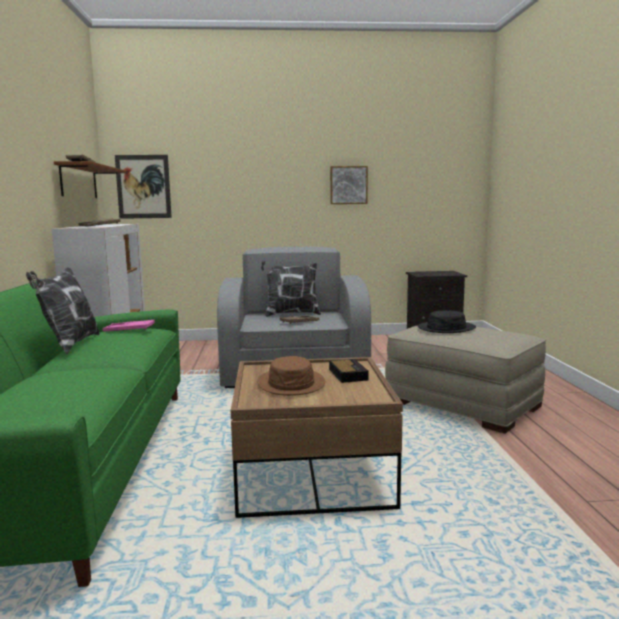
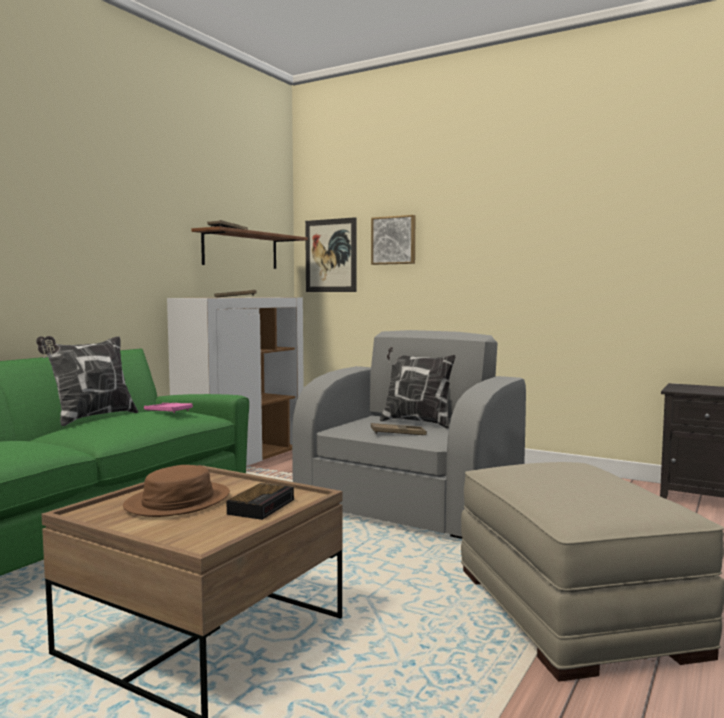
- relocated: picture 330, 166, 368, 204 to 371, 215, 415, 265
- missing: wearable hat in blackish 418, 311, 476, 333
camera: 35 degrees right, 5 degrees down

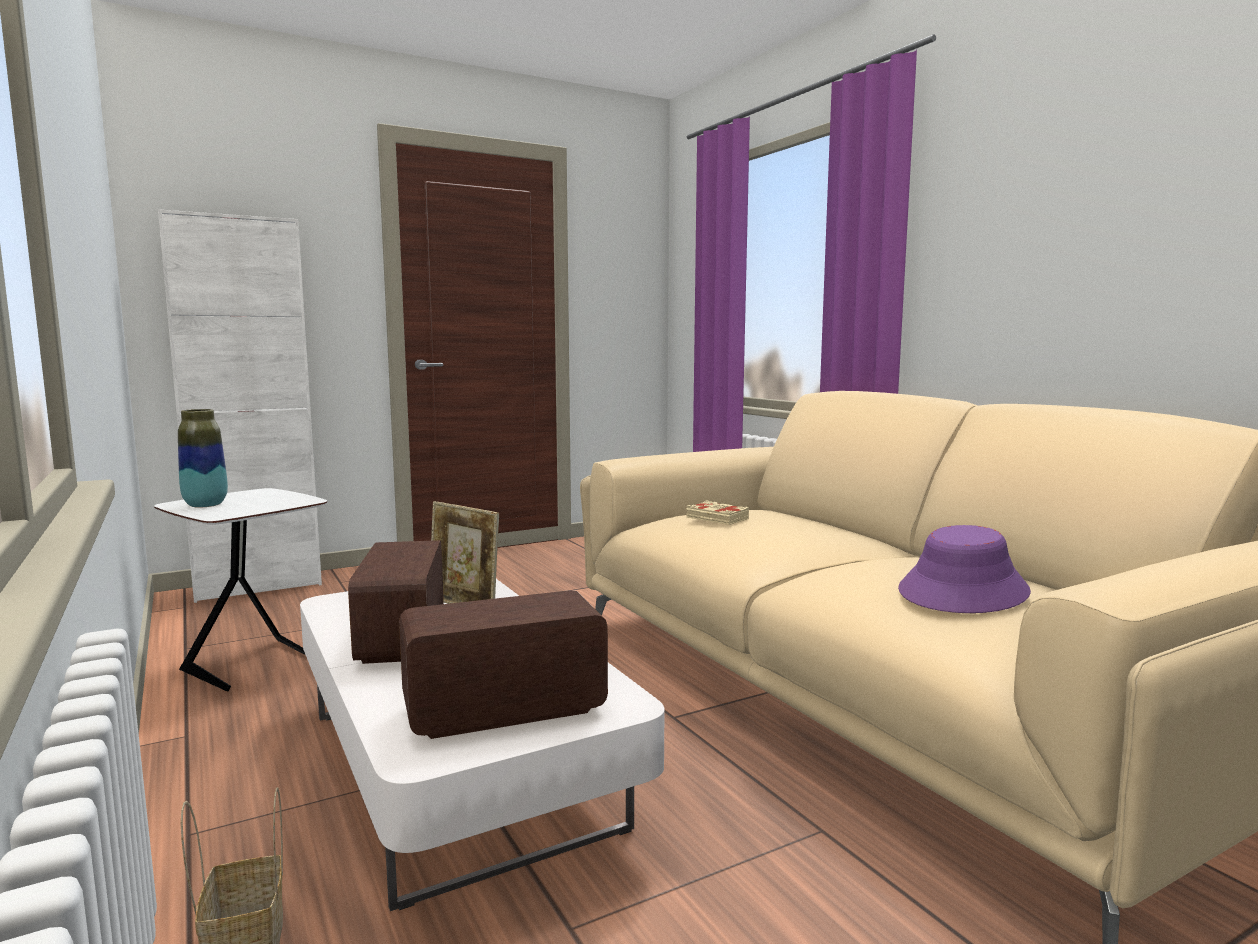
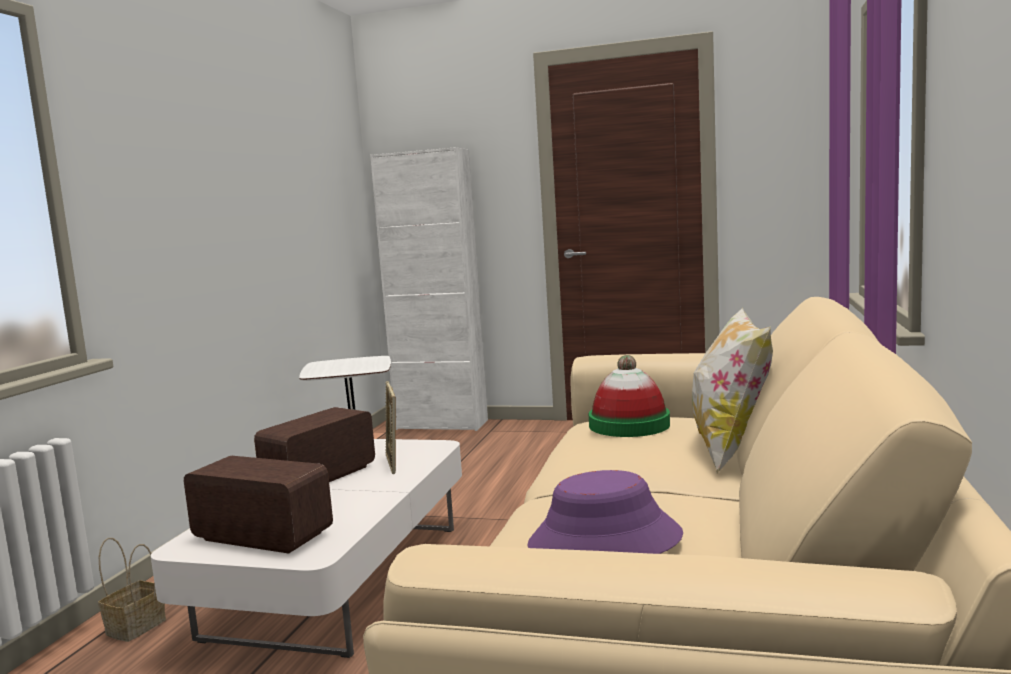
- missing: vase 178, 409, 228, 508
- exchanged: bound book in beige 686, 500, 749, 525 to wearable hat 589, 355, 670, 437
- appeared: pillow 692, 307, 773, 473
camera: 45 degrees right, 0 degrees up

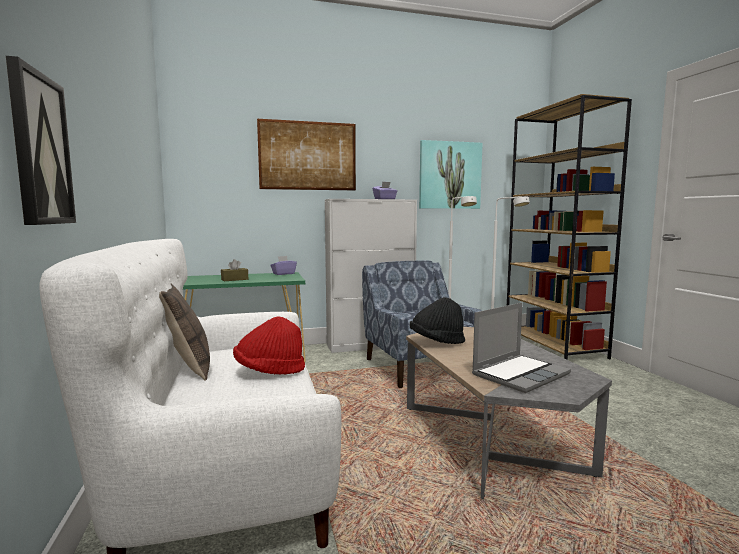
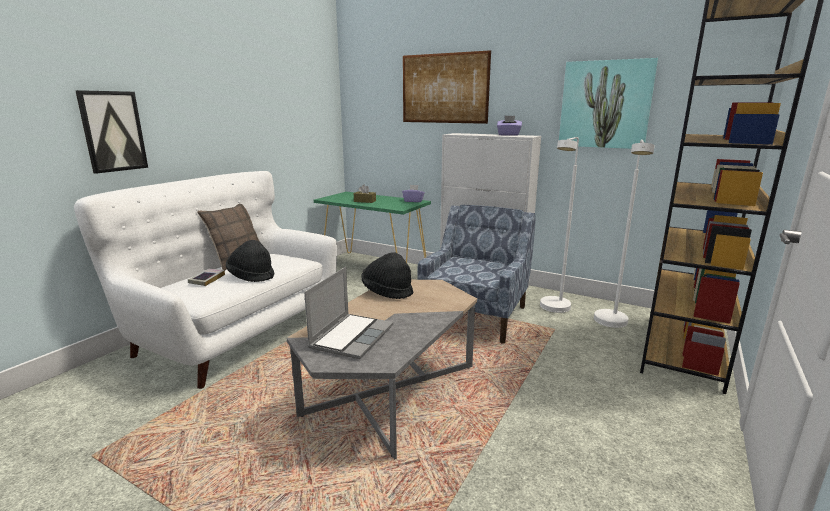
- colour: wearable hat in red 233, 316, 305, 375 to wearable hat in blackish 226, 240, 274, 282
- spun: portable computer 472, 302, 571, 393 = 304, 267, 393, 359 75 degrees counterclockwise
- appeared: bound book 188, 269, 225, 286
camera: 45 degrees right, 10 degrees up

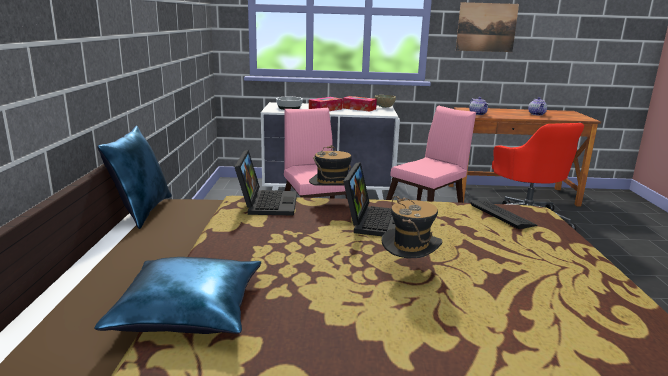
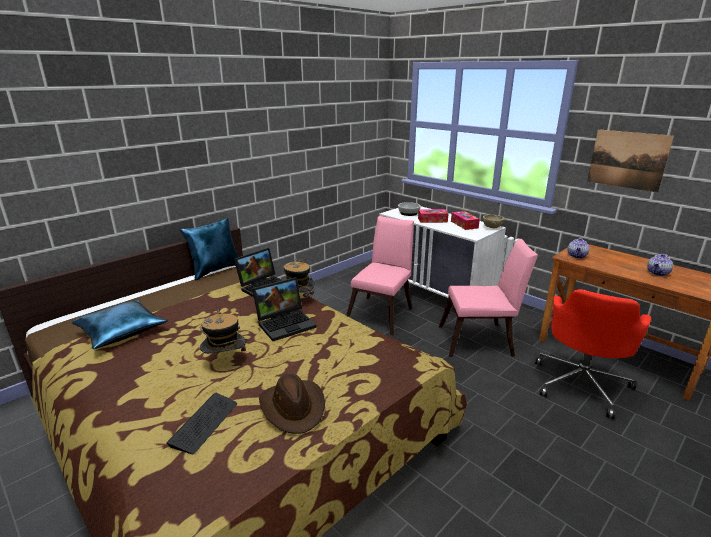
- relocated: keyboard 470, 200, 538, 229 to 166, 393, 237, 454
- appeared: wearable hat in brownish 259, 374, 325, 434
camera: 45 degrees right, 5 degrees up

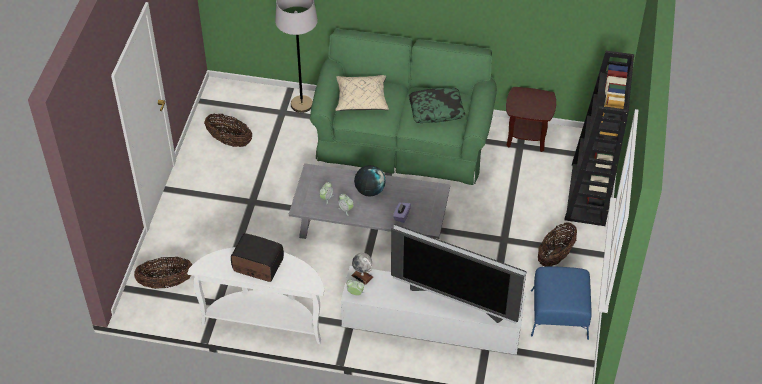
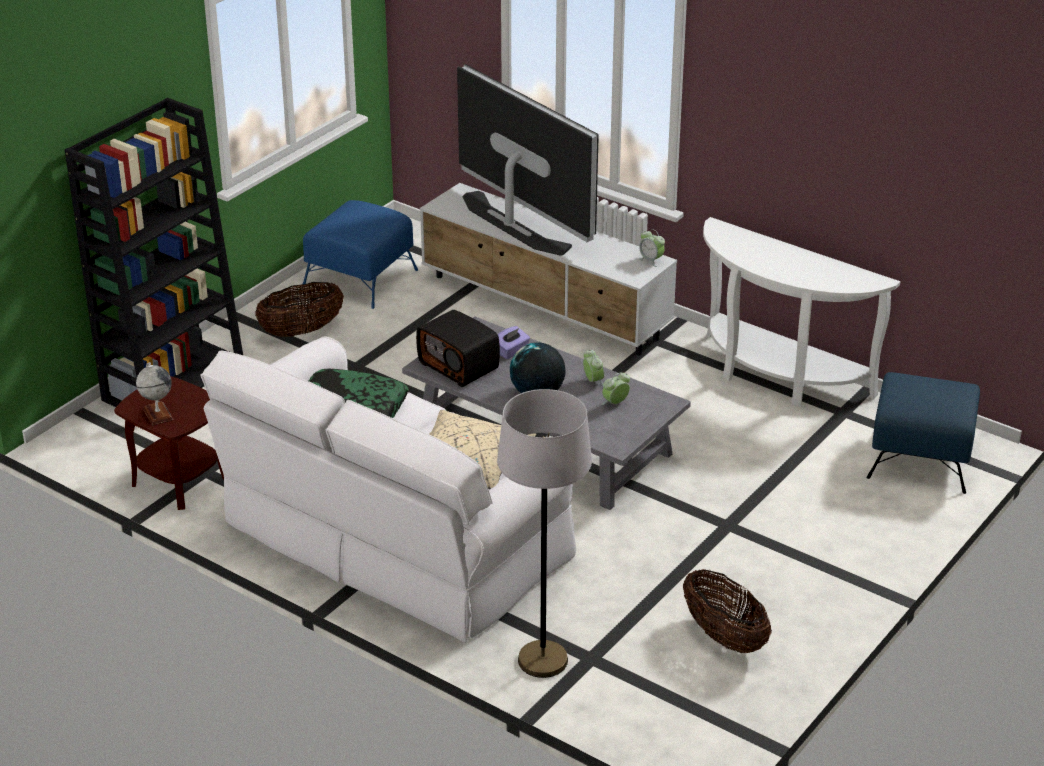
- exchanged: basket 134, 257, 192, 289 to footrest in blue-coloured 866, 372, 980, 494
- relocated: radio 231, 233, 284, 282 to 416, 310, 500, 387
- colour: settee in green-coloured 310, 28, 497, 185 to settee in whitish 201, 337, 576, 643
- relocated: world globe 351, 253, 373, 285 to 136, 362, 173, 426
camera: 155 degrees left, 15 degrees down

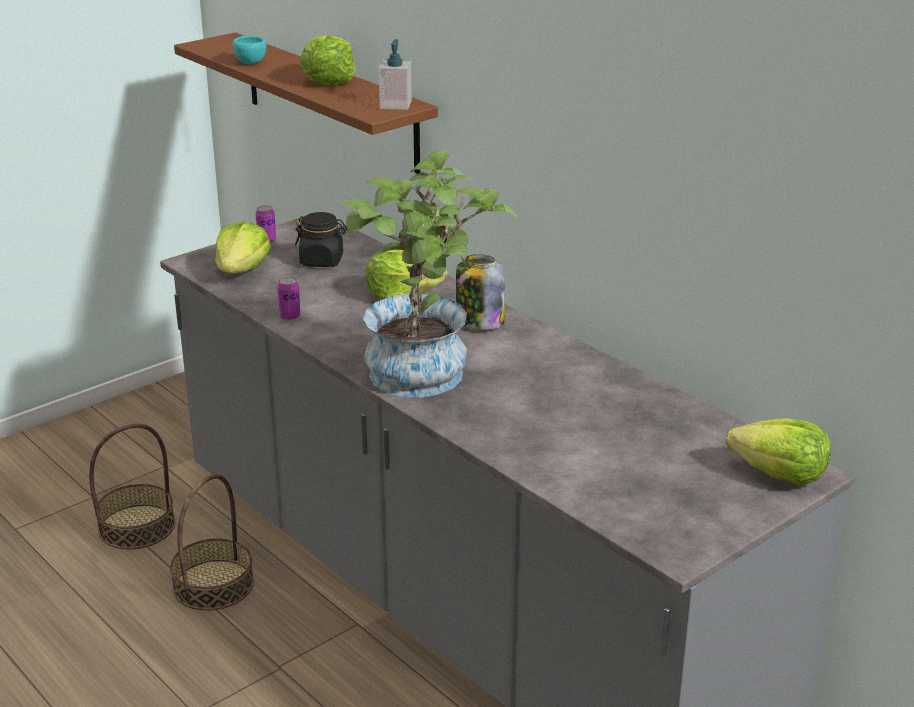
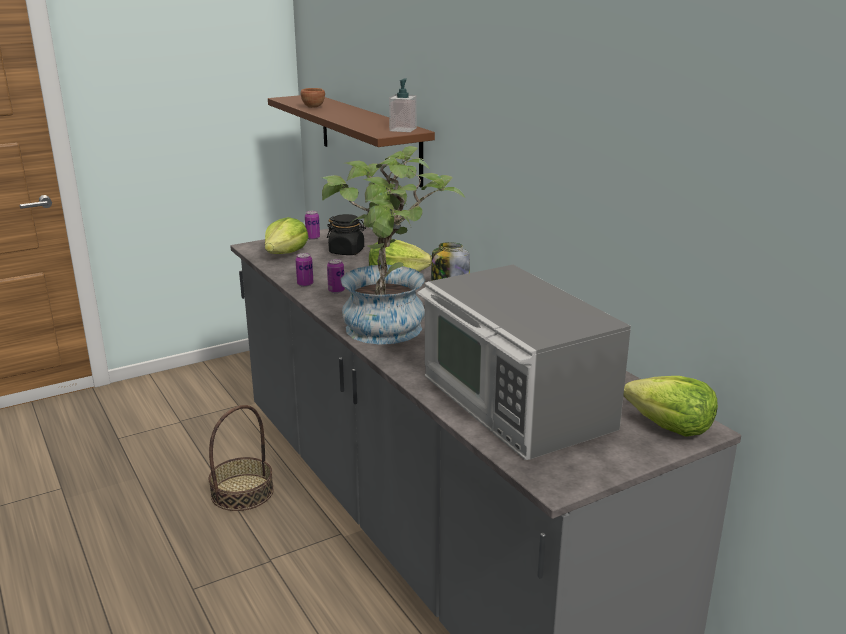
- missing: basket 89, 424, 175, 550
- colour: small cup in blue-green 232, 36, 267, 64 to small cup in brownish 300, 88, 325, 108
- missing: head of lettuce 300, 35, 355, 85
- appeared: can 327, 259, 345, 293
- appeared: microwave oven 417, 265, 631, 460
camera: 10 degrees right, 5 degrees down

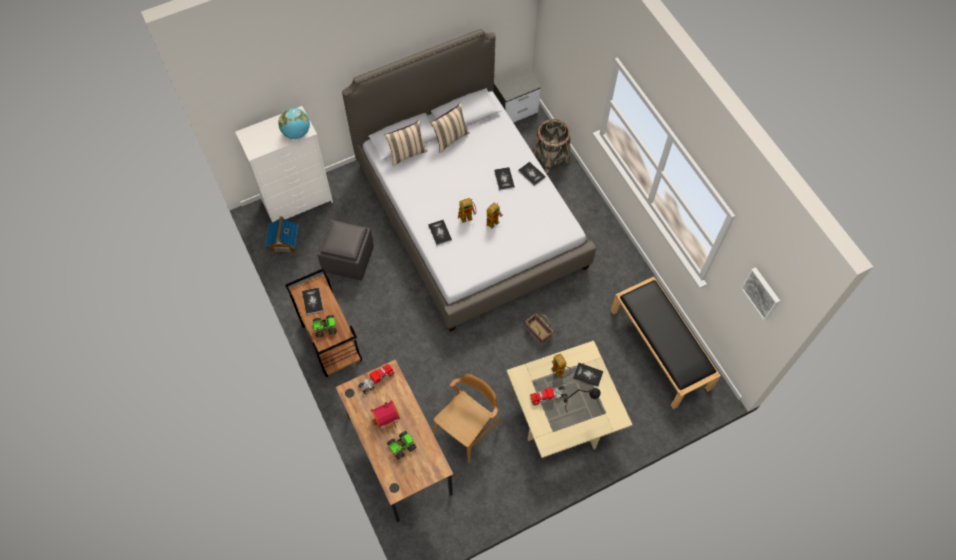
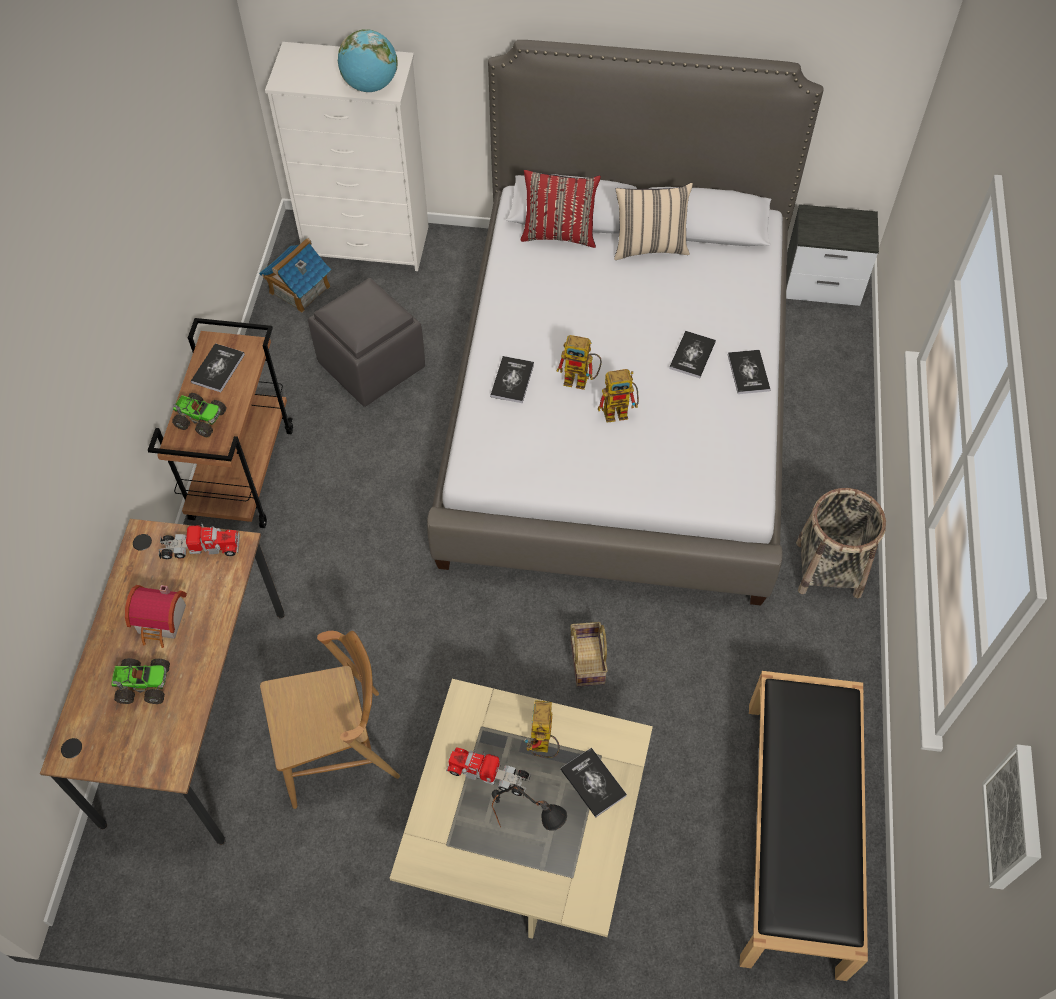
- colour: pillow in beige 385, 120, 428, 166 to pillow in red 520, 170, 601, 248
- relocated: basket 533, 119, 570, 173 to 796, 488, 886, 598
camera: 35 degrees right, 5 degrees down

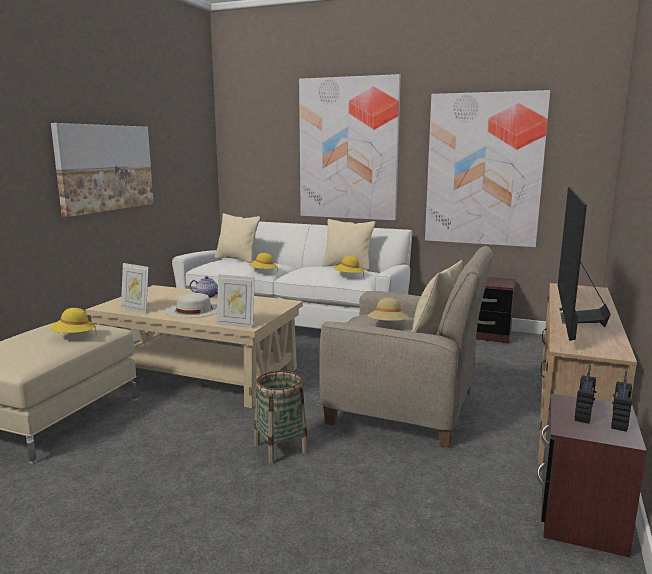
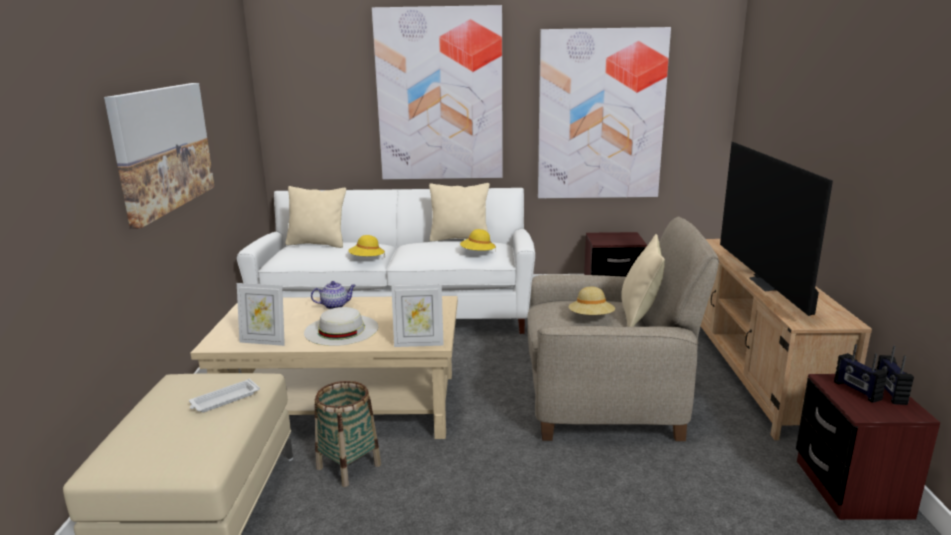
- exchanged: wearable hat in yellow-coloured 50, 308, 97, 335 to serving tray in whitish 189, 379, 260, 412
- relocated: basket 254, 370, 308, 464 to 315, 381, 381, 487
- spun: radio 575, 365, 596, 424 = 834, 344, 888, 403 150 degrees clockwise
camera: 20 degrees left, 5 degrees up

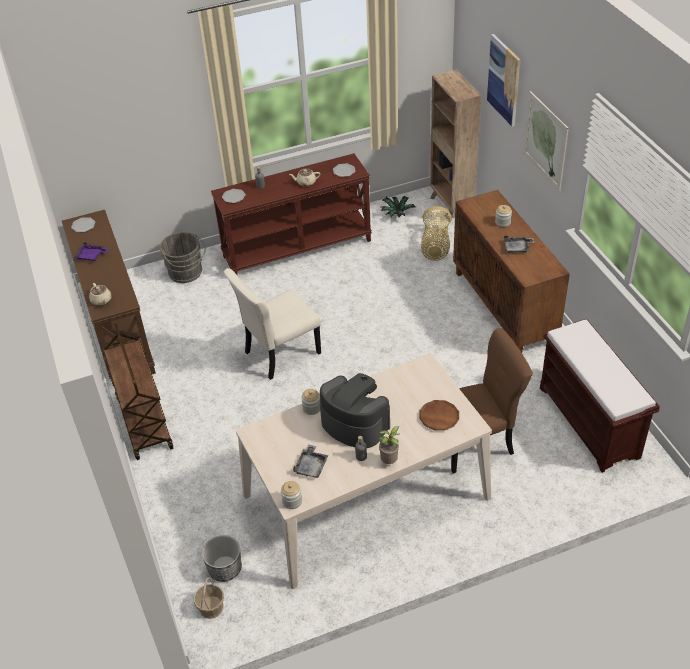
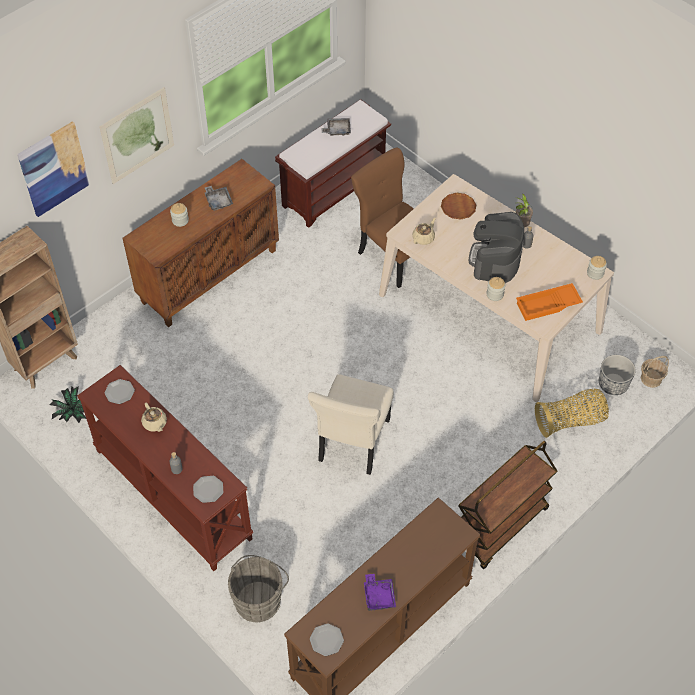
- relocated: tea pot in beige 89, 283, 112, 305 to 412, 218, 436, 245
- spun: chair in beige 224, 268, 321, 380 = 308, 374, 394, 475 75 degrees clockwise
- relocated: serving tray in gray 293, 444, 328, 478 to 322, 118, 351, 136
- relocated: basket 421, 206, 452, 261 to 535, 389, 609, 438
- appeared: serving tray in orange 516, 283, 583, 321
camera: 115 degrees left, 10 degrees up

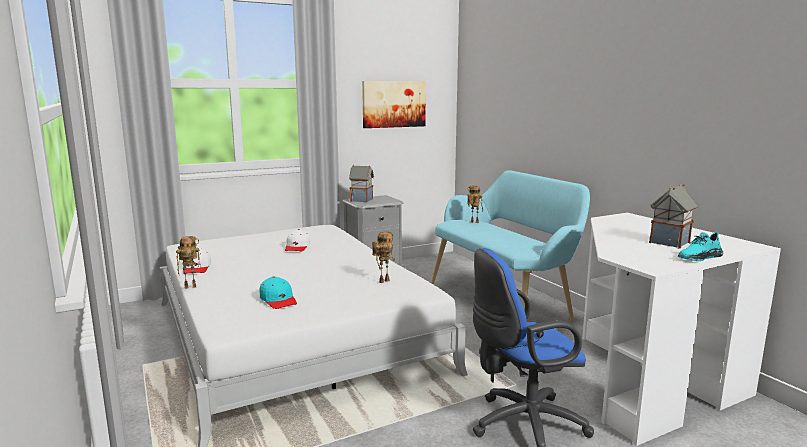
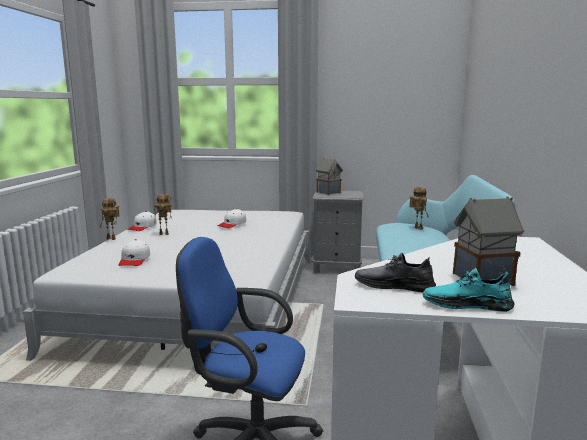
- colour: peaked cap in blue-green 260, 276, 297, 309 to peaked cap in whitish 119, 239, 150, 266
- missing: picture 362, 81, 426, 128
- relocated: model robot 372, 232, 395, 283 to 154, 194, 172, 235
- appeared: low shoe in gray 355, 253, 436, 292
camera: 35 degrees right, 0 degrees up

